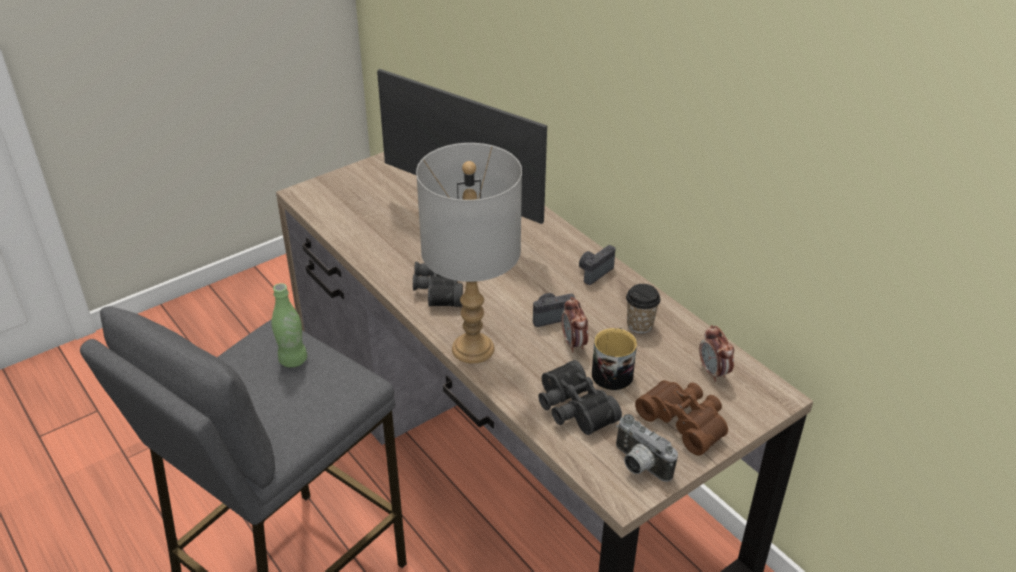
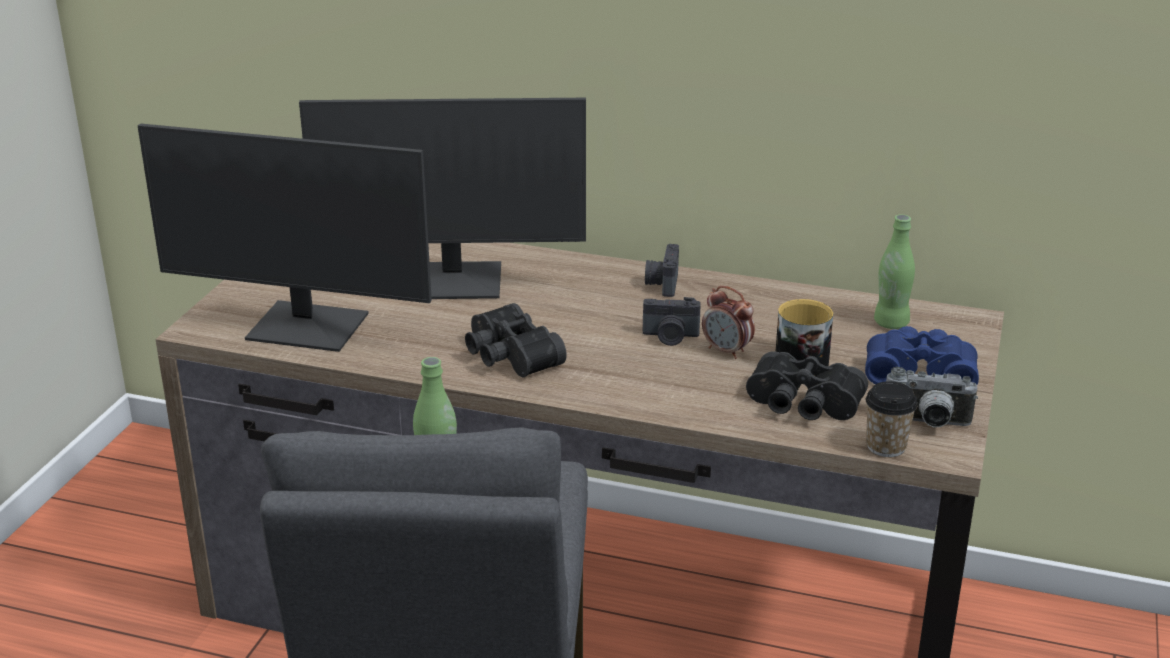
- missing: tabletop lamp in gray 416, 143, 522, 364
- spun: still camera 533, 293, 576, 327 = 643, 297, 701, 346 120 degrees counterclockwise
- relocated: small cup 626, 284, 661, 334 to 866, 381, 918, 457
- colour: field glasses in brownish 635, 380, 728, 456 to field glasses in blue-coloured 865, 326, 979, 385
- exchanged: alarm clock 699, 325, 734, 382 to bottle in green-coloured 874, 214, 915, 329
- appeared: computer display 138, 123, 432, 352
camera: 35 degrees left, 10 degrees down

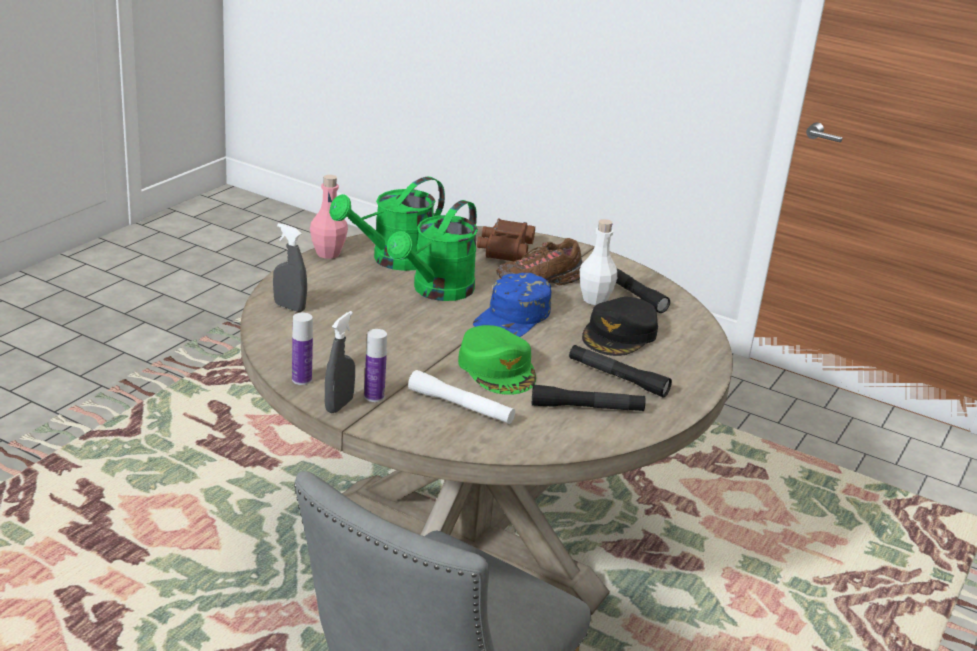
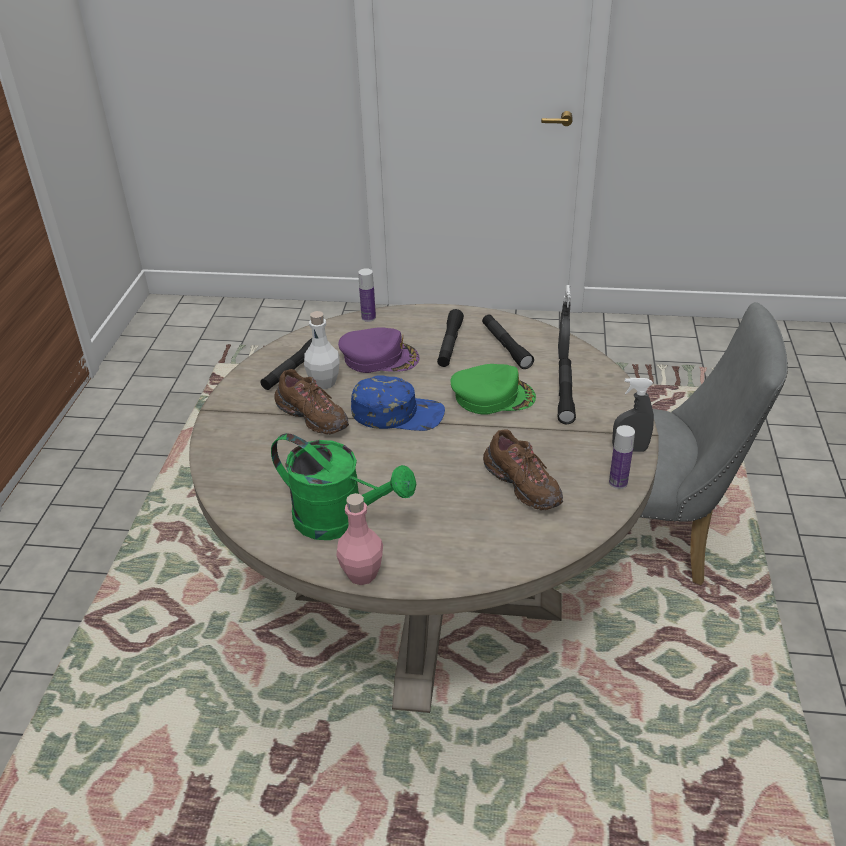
- relocated: sprayer in gray 273, 223, 307, 312 to 558, 285, 571, 359
- relocated: bottle 364, 329, 387, 402 to 358, 268, 376, 322
- missing: sprinkling can in green-coloured 387, 200, 478, 301
- colour: flashlight in whitish 408, 370, 515, 424 to flashlight in blackish 558, 358, 576, 424
- spun: peaked cap in green-coloured 458, 325, 536, 395 = 451, 364, 536, 415 45 degrees clockwise
- missing: field glasses in brownish 477, 218, 535, 261
- colour: peaked cap in blackish 582, 297, 658, 356 to peaked cap in purplish 338, 327, 419, 373
- appeared: low shoe in brownish 483, 429, 563, 510
camera: 110 degrees left, 10 degrees up

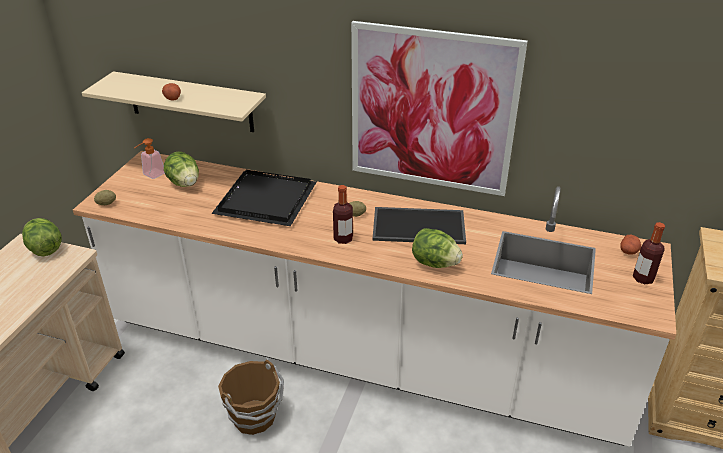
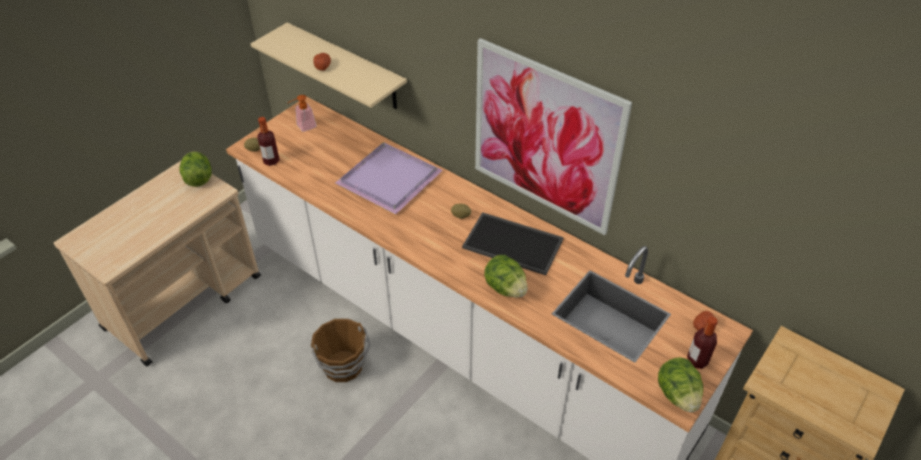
- relocated: head of lettuce 164, 151, 199, 187 to 658, 357, 703, 412
- colour: serving tray in blackish 211, 170, 317, 226 to serving tray in purplish 335, 142, 443, 214
- relocated: bottle 333, 185, 353, 244 to 257, 117, 280, 166
camera: 20 degrees right, 10 degrees up

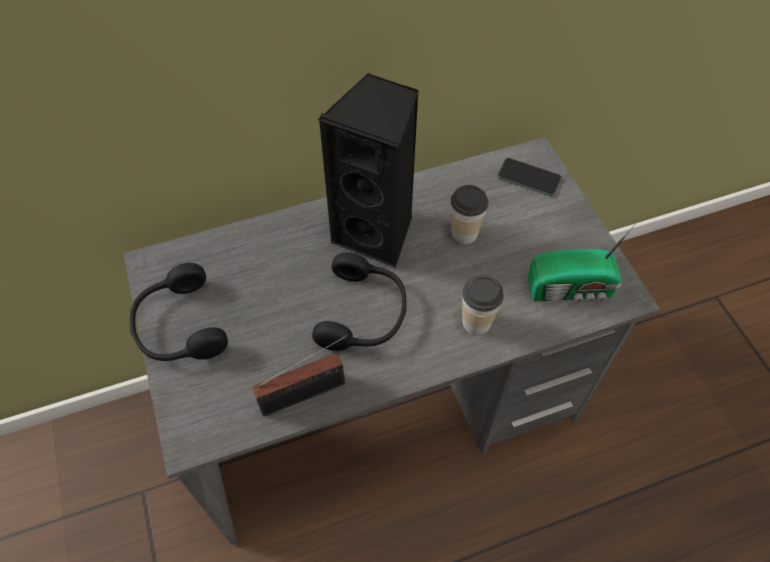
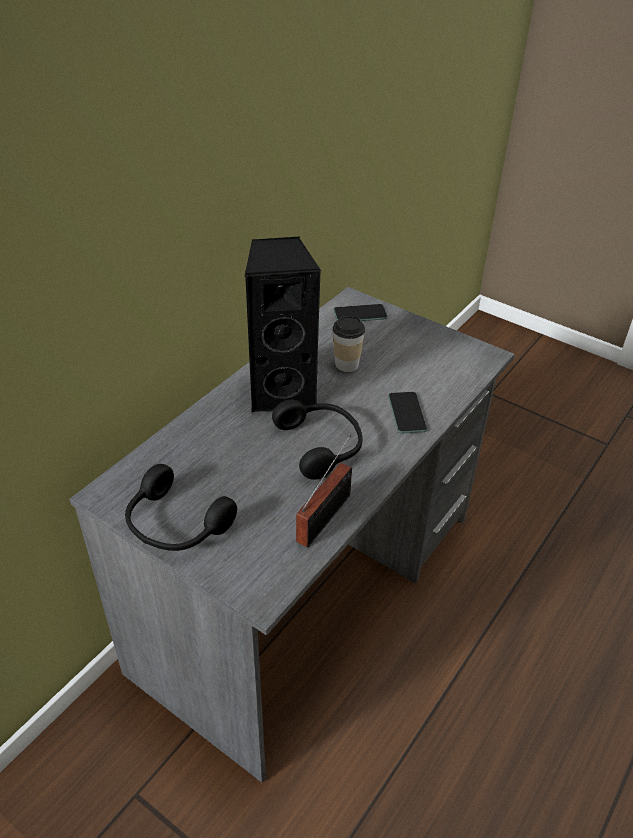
- exchanged: small cup 462, 275, 504, 335 to telephone 388, 392, 427, 434
- missing: radio 528, 223, 636, 303
camera: 35 degrees left, 15 degrees down

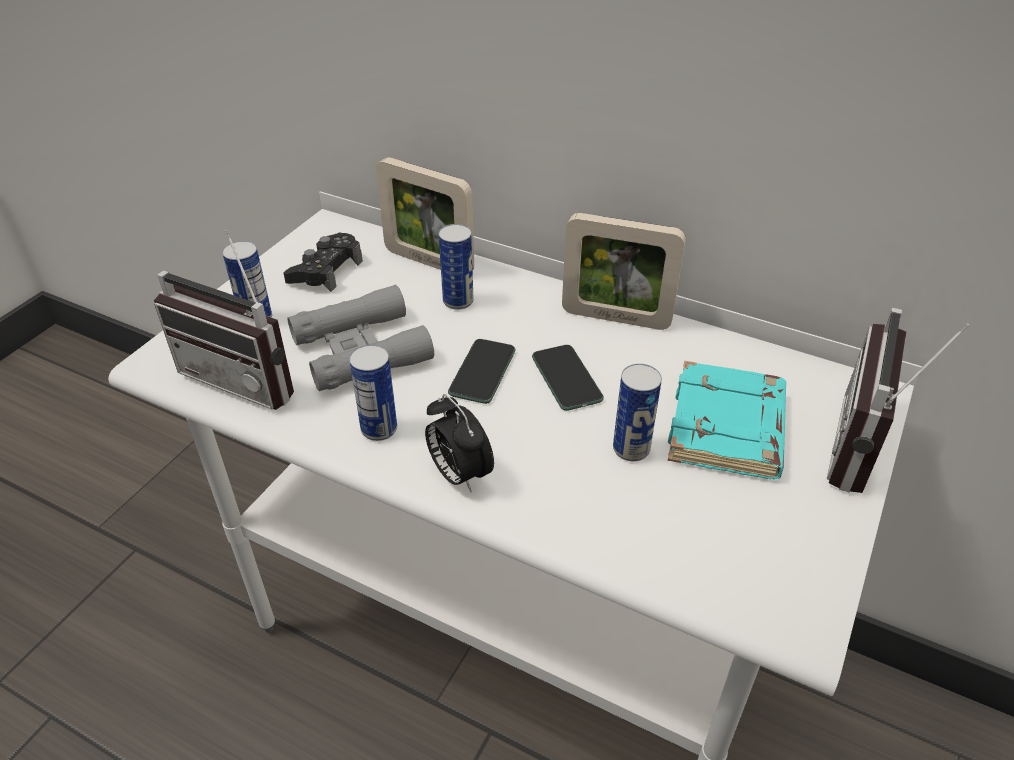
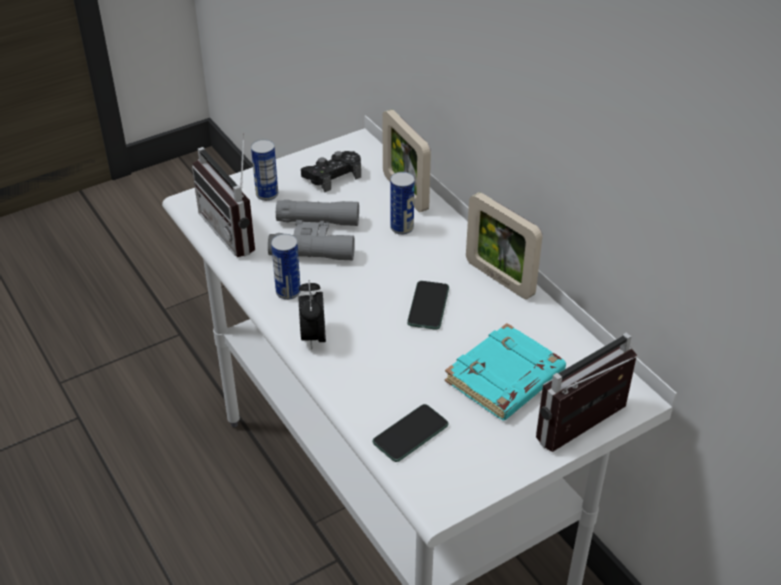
- relocated: telephone 448, 339, 515, 404 to 373, 404, 448, 462
- missing: can 613, 364, 662, 461
camera: 30 degrees right, 0 degrees up

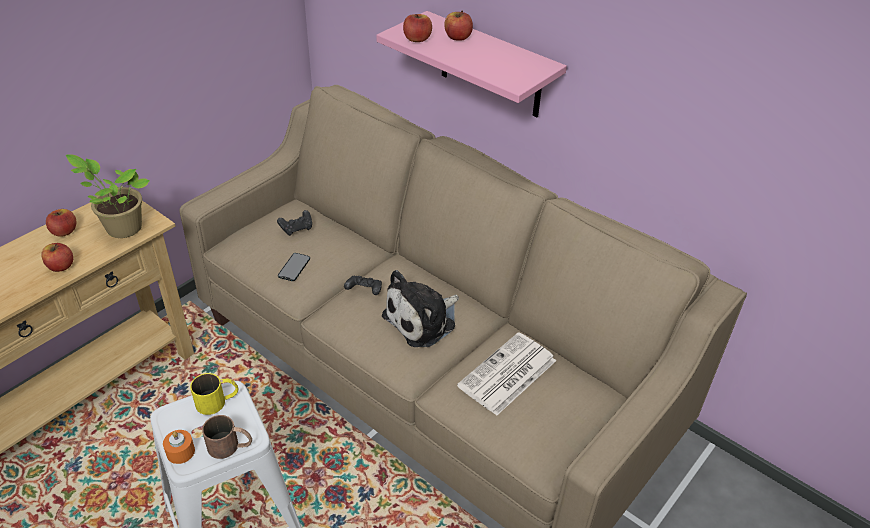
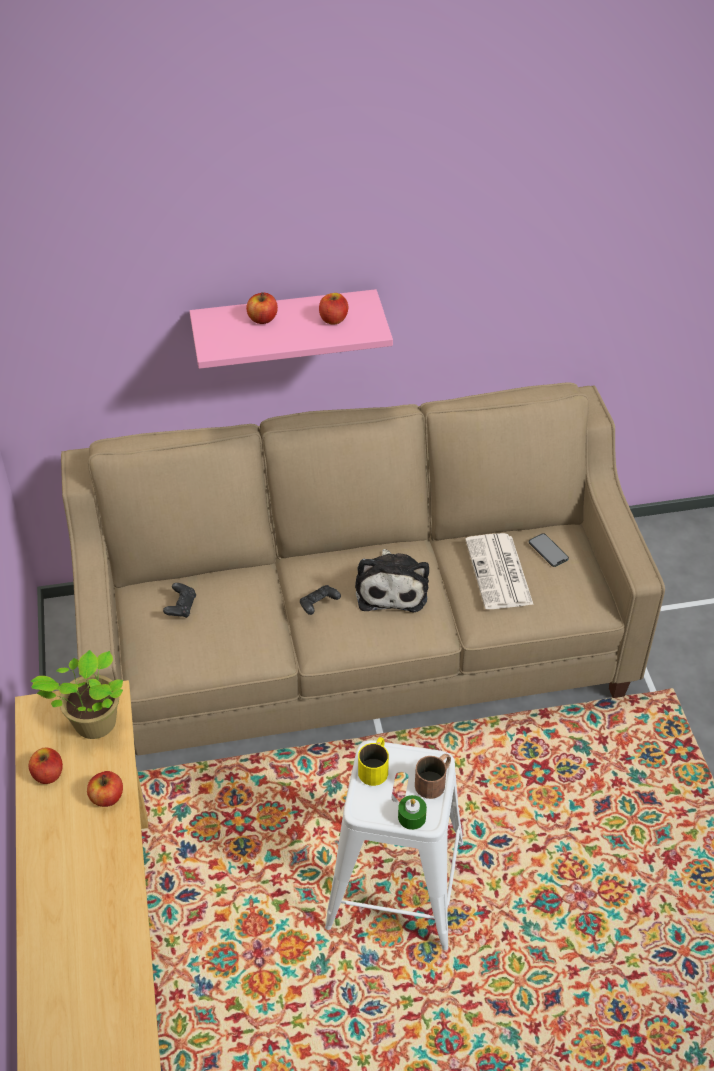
- colour: candle in orange 163, 430, 195, 464 to candle in green-coloured 398, 795, 427, 830
- relocated: telephone 278, 253, 310, 281 to 529, 534, 569, 567
- relocated: apple 403, 14, 432, 42 to 319, 293, 348, 325
camera: 50 degrees left, 5 degrees up

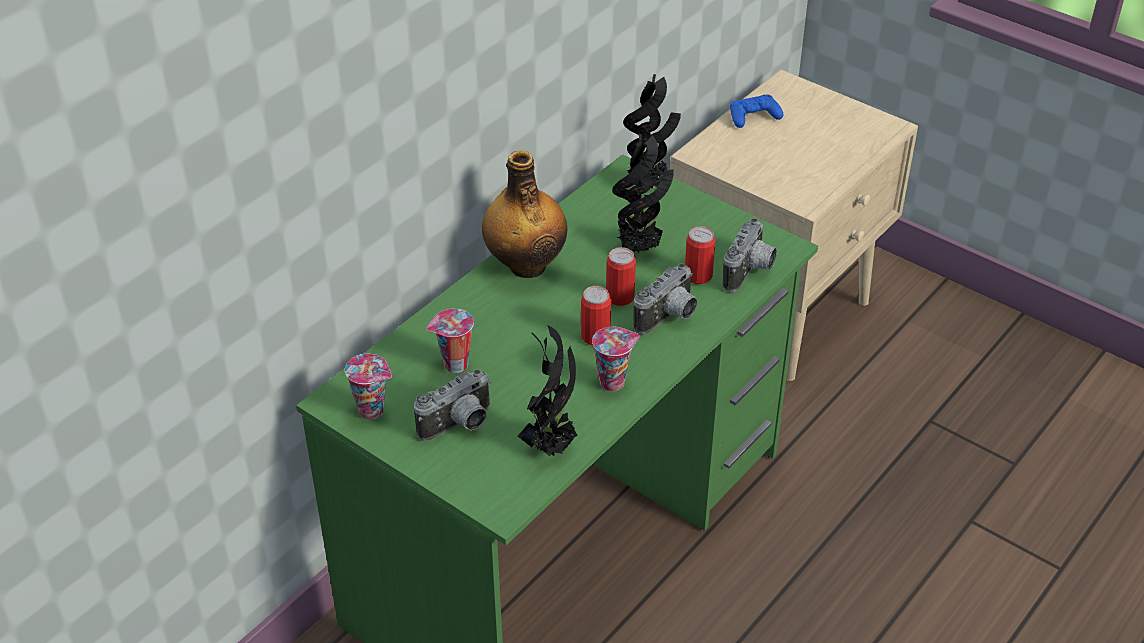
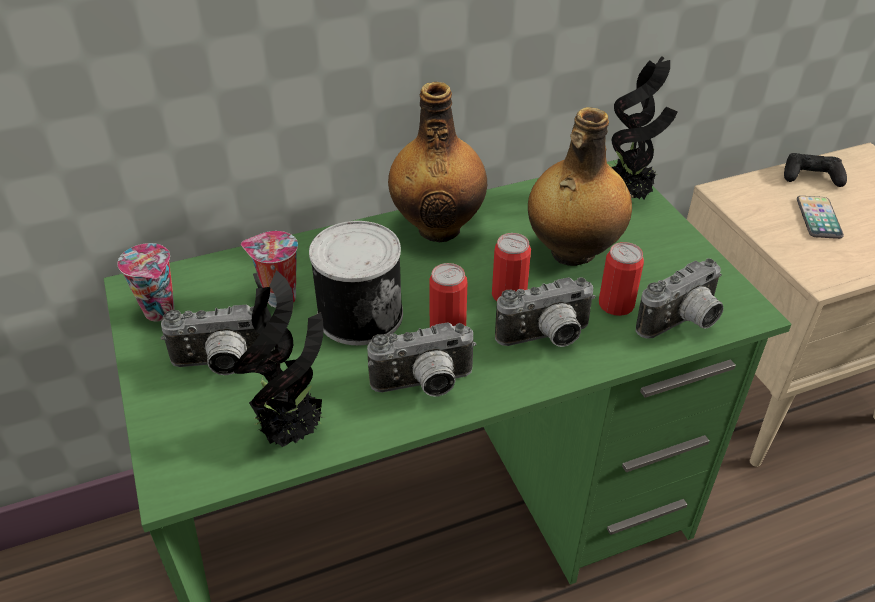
- exchanged: small cup 592, 327, 640, 392 to still camera 367, 322, 477, 397
- exchanged: houseplant 612, 134, 674, 253 to bottle 528, 107, 632, 266
- colour: gamepad in blue-coloured 730, 95, 783, 128 to gamepad in blackish 784, 153, 847, 187
- appeared: can 309, 221, 403, 345
- appeared: telephone 797, 196, 844, 239
camera: 30 degrees right, 0 degrees up

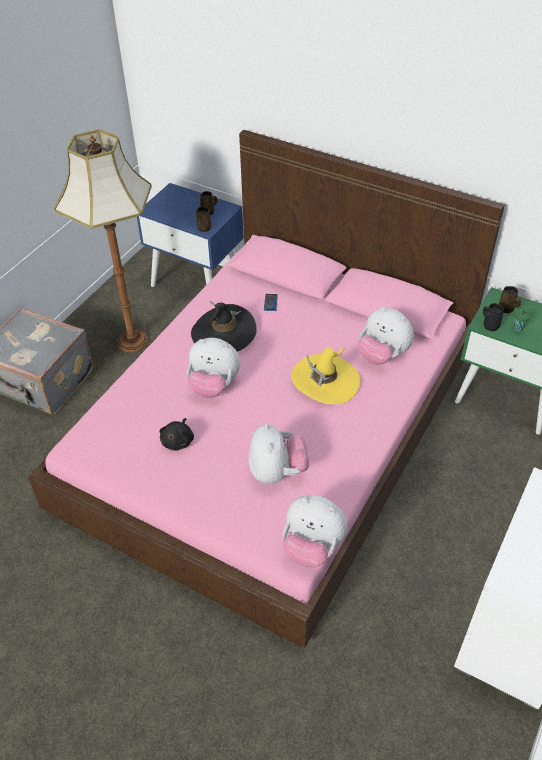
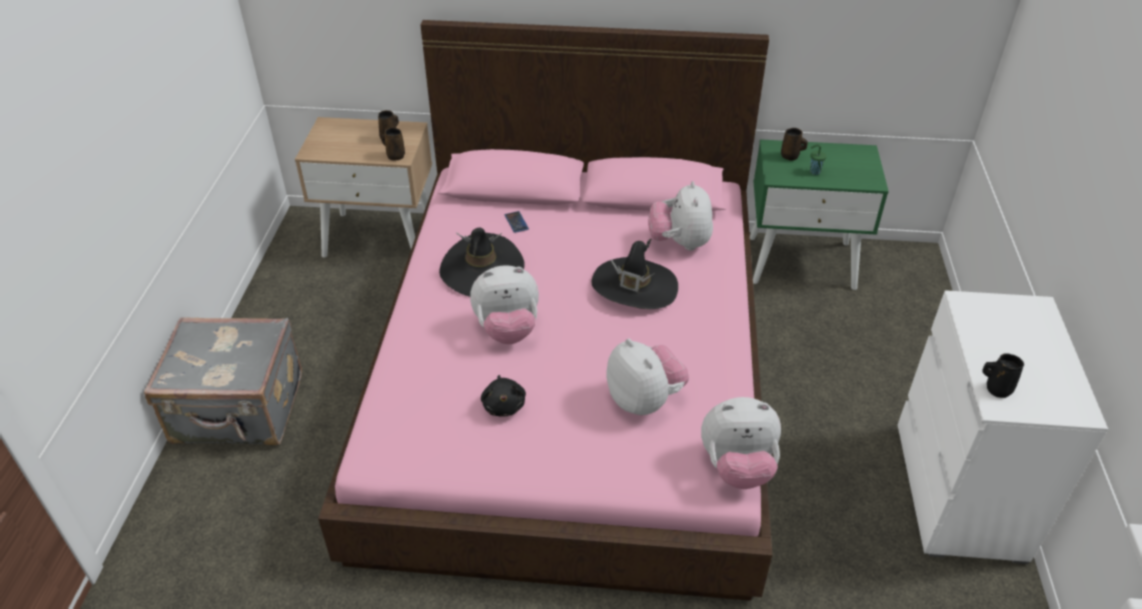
- missing: floor lamp 54, 129, 152, 352
- colour: nightstand in blue-coloured 137, 183, 244, 287 to nightstand in beige 295, 117, 432, 257
- colour: wearable hat in yellow-coloured 291, 347, 360, 404 to wearable hat in blackish 591, 238, 678, 309
- spun: soft toy 358, 307, 414, 365 = 648, 181, 713, 251 75 degrees clockwise
- relocated: tea mug in blackish 483, 303, 504, 331 to 982, 353, 1024, 398
camera: 25 degrees left, 5 degrees down

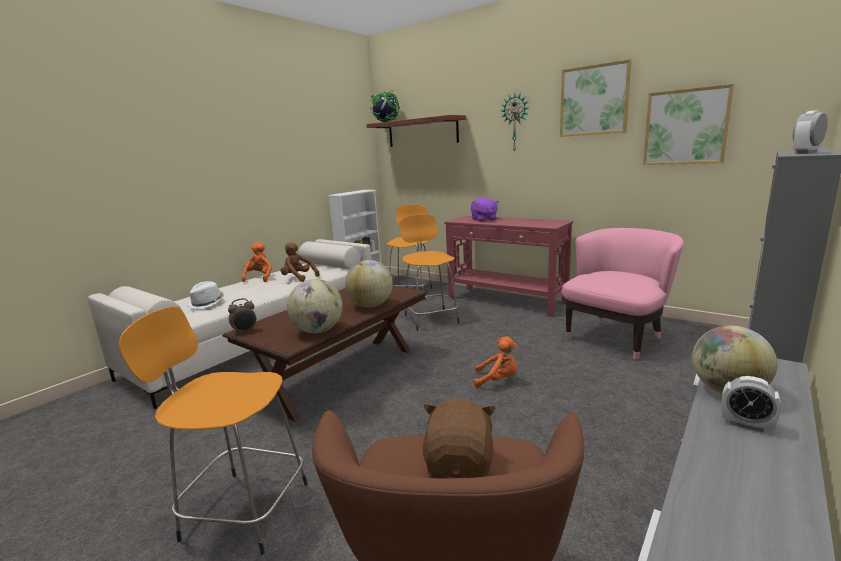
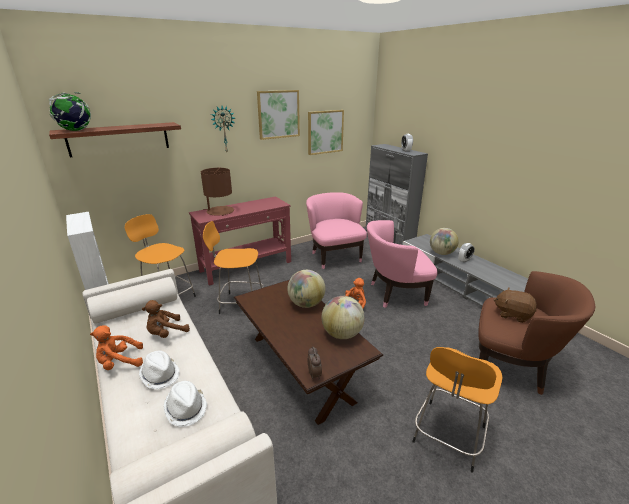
- spun: soft toy in orange 242, 242, 272, 282 = 90, 326, 143, 370 45 degrees counterclockwise
- exchanged: soft toy in purplish 471, 198, 499, 221 to tabletop lamp in brownish 201, 168, 234, 216
- appeared: wearable hat in whitish 139, 351, 180, 390
- appeared: lounge chair in pink-coloured 367, 220, 438, 308
camera: 70 degrees left, 10 degrees up

